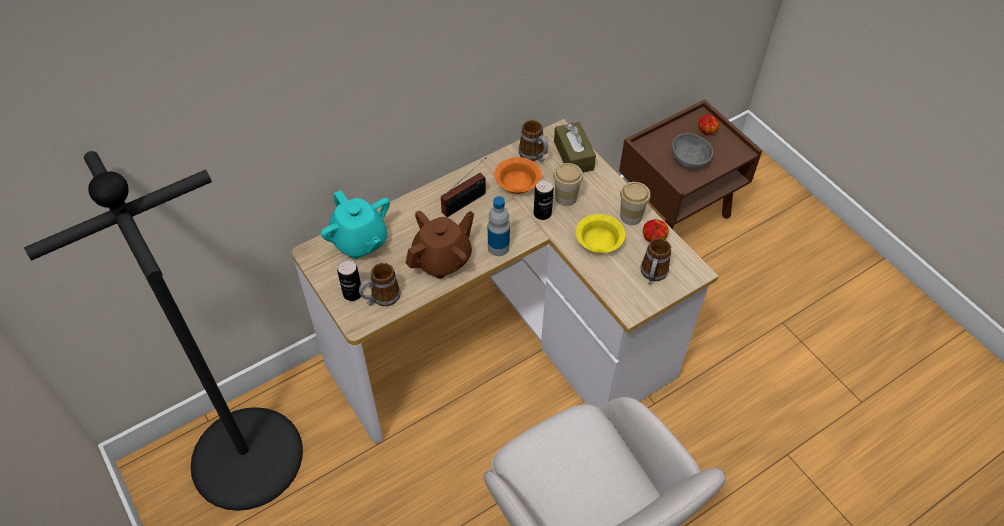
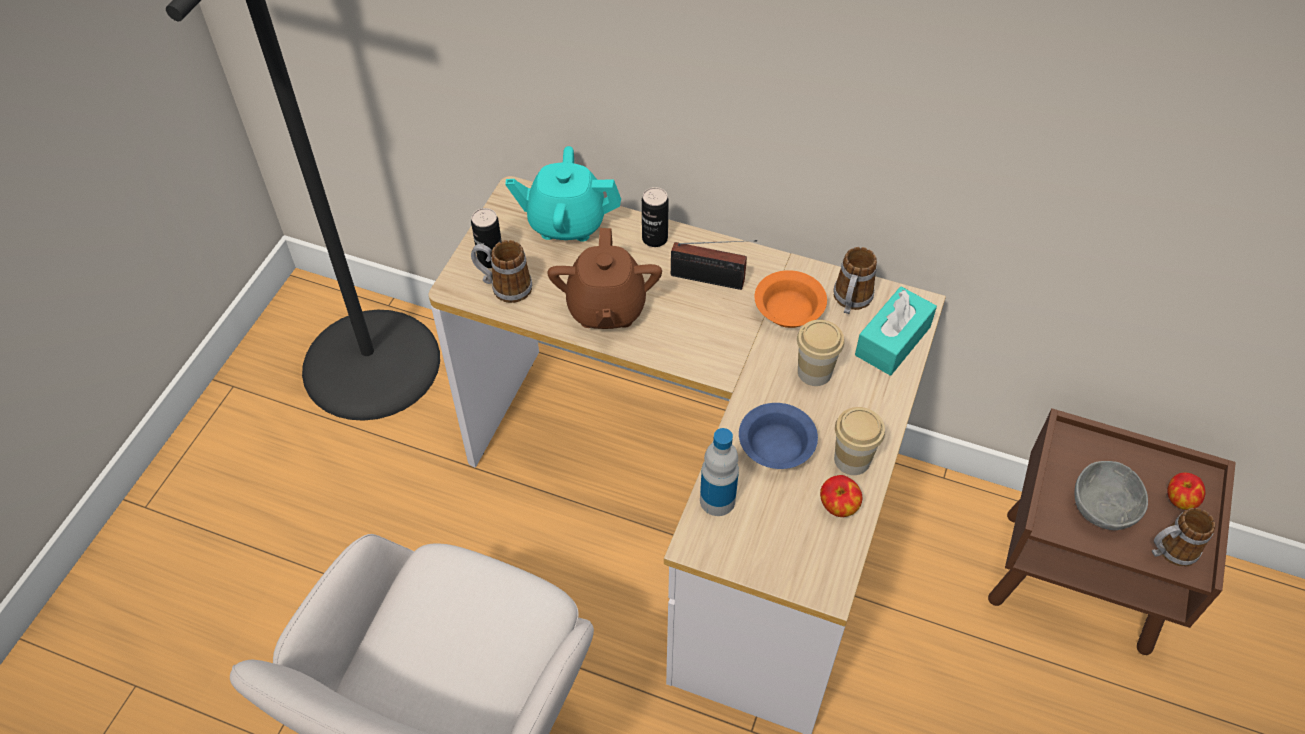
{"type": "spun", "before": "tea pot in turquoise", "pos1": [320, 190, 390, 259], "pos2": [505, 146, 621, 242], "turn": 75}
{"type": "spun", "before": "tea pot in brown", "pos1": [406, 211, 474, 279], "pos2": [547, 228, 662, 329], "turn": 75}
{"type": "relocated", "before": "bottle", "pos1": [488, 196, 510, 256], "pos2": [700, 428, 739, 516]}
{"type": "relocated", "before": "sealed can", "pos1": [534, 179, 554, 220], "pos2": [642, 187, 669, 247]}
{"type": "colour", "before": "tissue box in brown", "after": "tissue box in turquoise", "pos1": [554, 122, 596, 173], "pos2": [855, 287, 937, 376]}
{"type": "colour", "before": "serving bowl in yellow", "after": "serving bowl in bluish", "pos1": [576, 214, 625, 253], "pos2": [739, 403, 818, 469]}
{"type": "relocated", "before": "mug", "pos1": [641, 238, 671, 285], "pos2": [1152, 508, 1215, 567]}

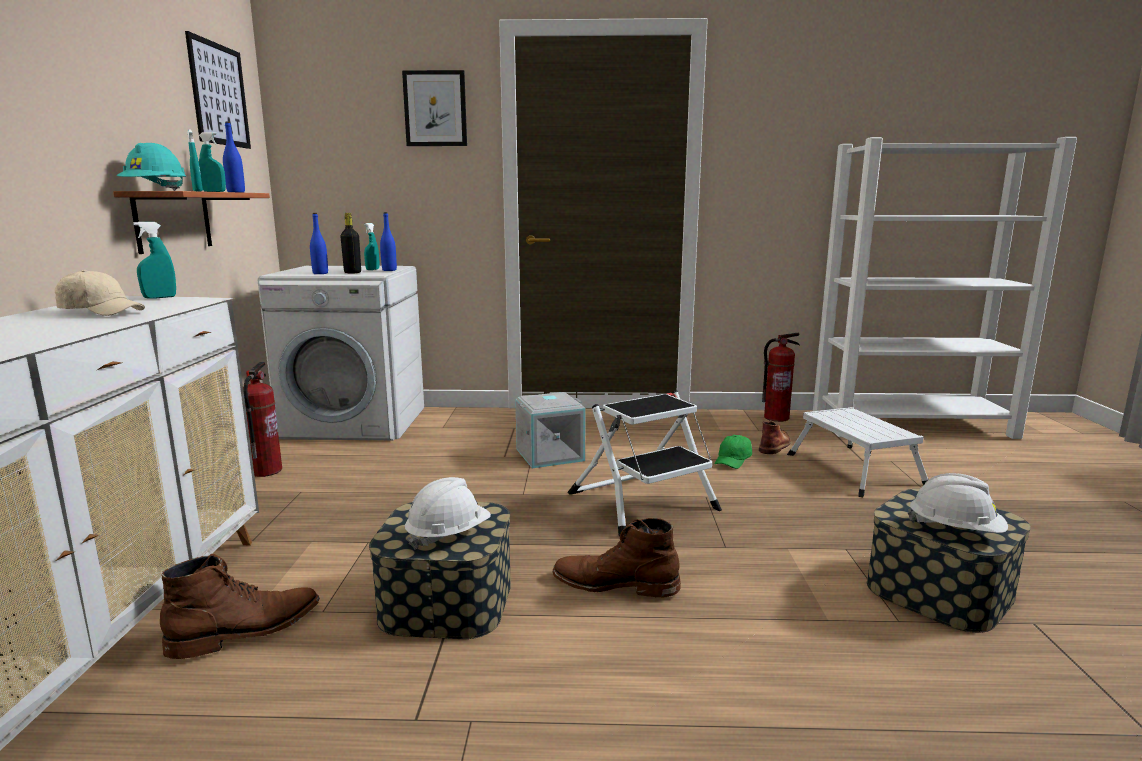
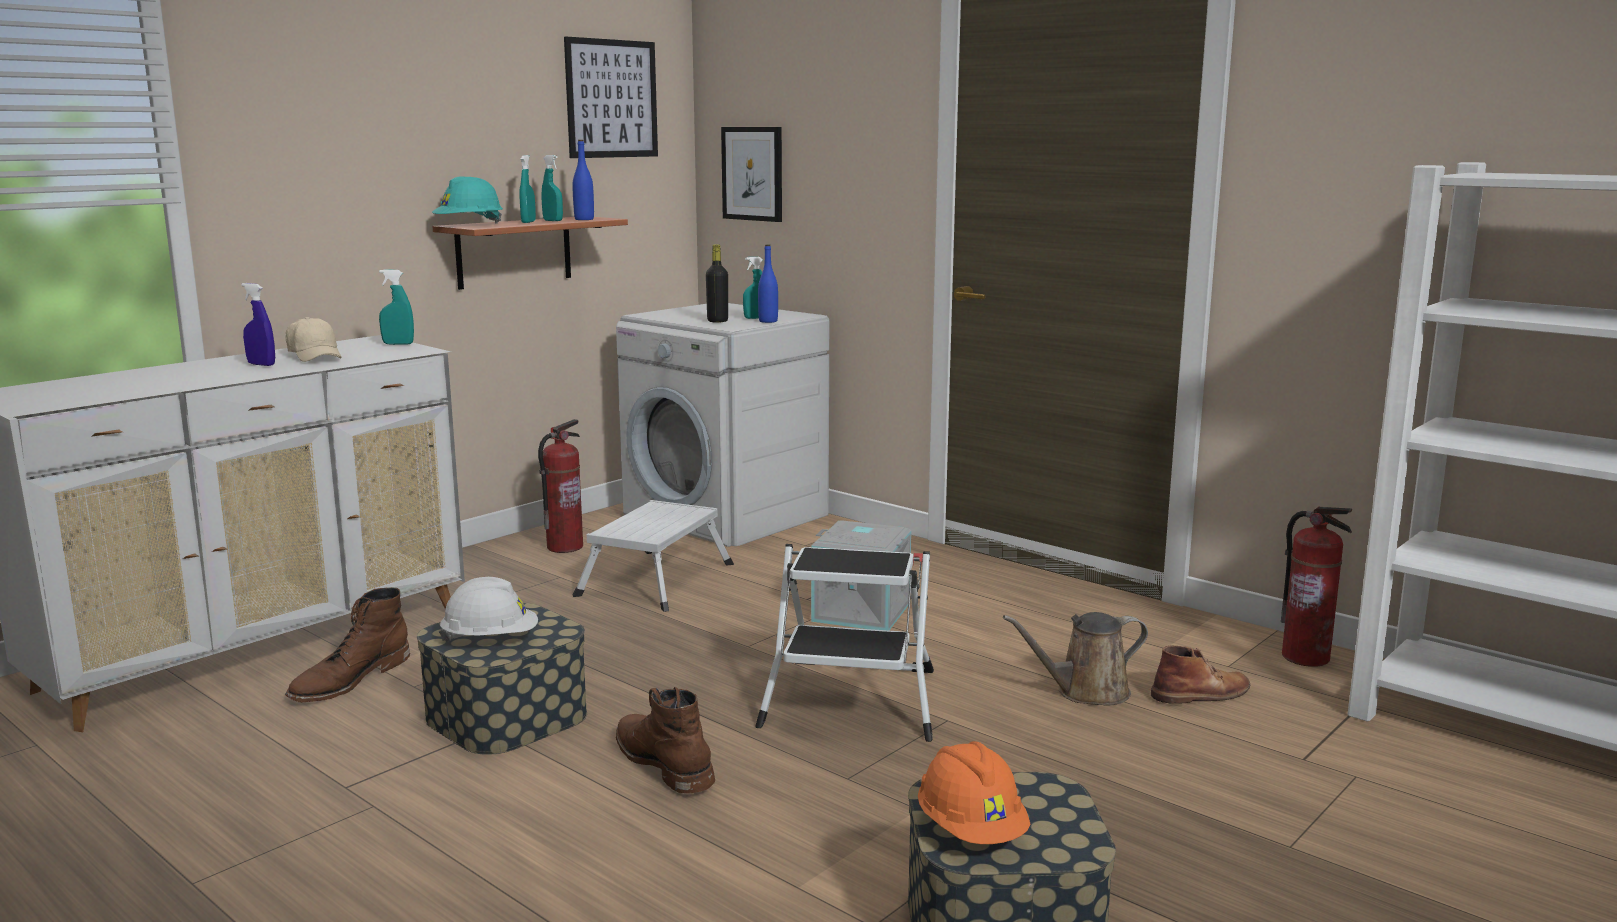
{"type": "spun", "before": "tall boot in brown", "pos1": [160, 554, 320, 659], "pos2": [285, 587, 410, 703], "turn": 120}
{"type": "missing", "before": "bottle in bluish", "pos1": [310, 213, 328, 274]}
{"type": "relocated", "before": "picture", "pos1": [402, 70, 467, 146], "pos2": [721, 127, 782, 222]}
{"type": "exchanged", "before": "baseball cap in greenish", "after": "watering can in brown", "pos1": [715, 435, 752, 469], "pos2": [1003, 612, 1148, 706]}
{"type": "relocated", "before": "stepladder in whitish", "pos1": [787, 407, 929, 497], "pos2": [572, 500, 734, 612]}
{"type": "colour", "before": "hard hat in whitish", "after": "hard hat in orangey", "pos1": [908, 473, 1008, 533], "pos2": [918, 741, 1030, 844]}
{"type": "appeared", "after": "sprayer in bluish", "pos2": [241, 283, 275, 366]}

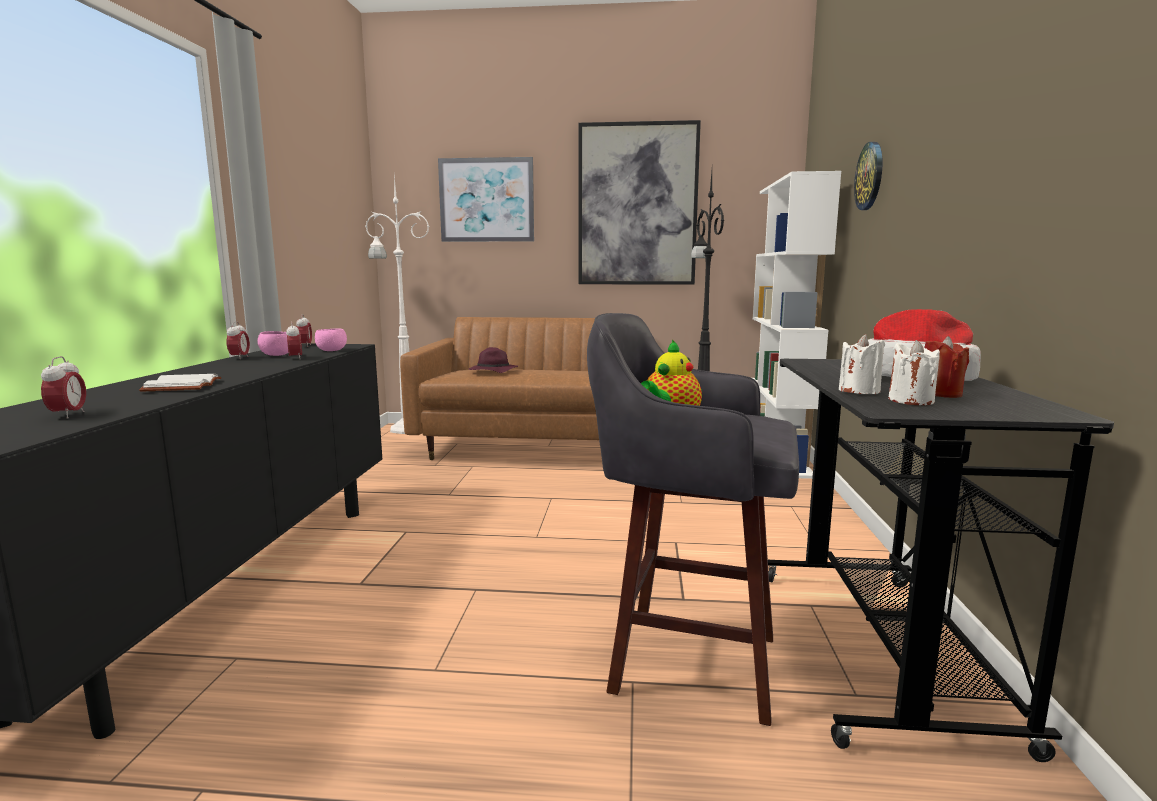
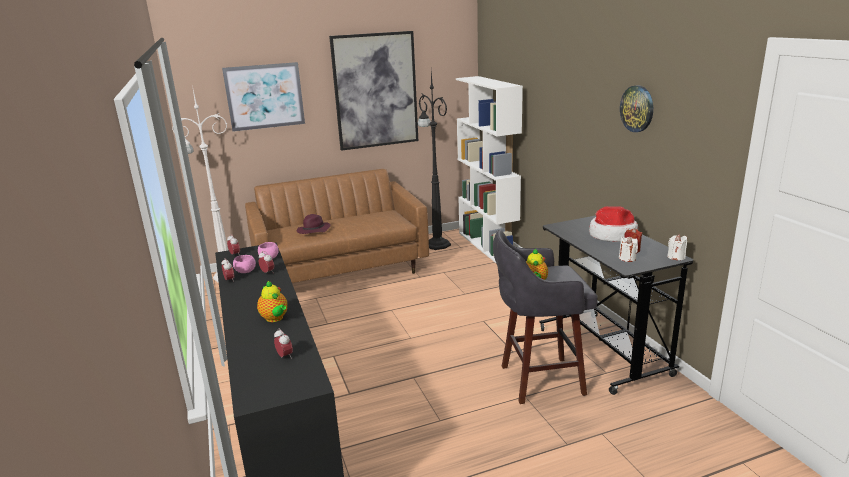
{"type": "exchanged", "before": "book in whitish", "after": "tea pot", "pos1": [139, 374, 221, 392], "pos2": [257, 281, 288, 322]}
{"type": "relocated", "before": "wax candle in whitish", "pos1": [839, 334, 885, 394], "pos2": [667, 234, 687, 260]}
{"type": "relocated", "before": "clock on the wall", "pos1": [854, 142, 883, 210], "pos2": [620, 85, 653, 132]}

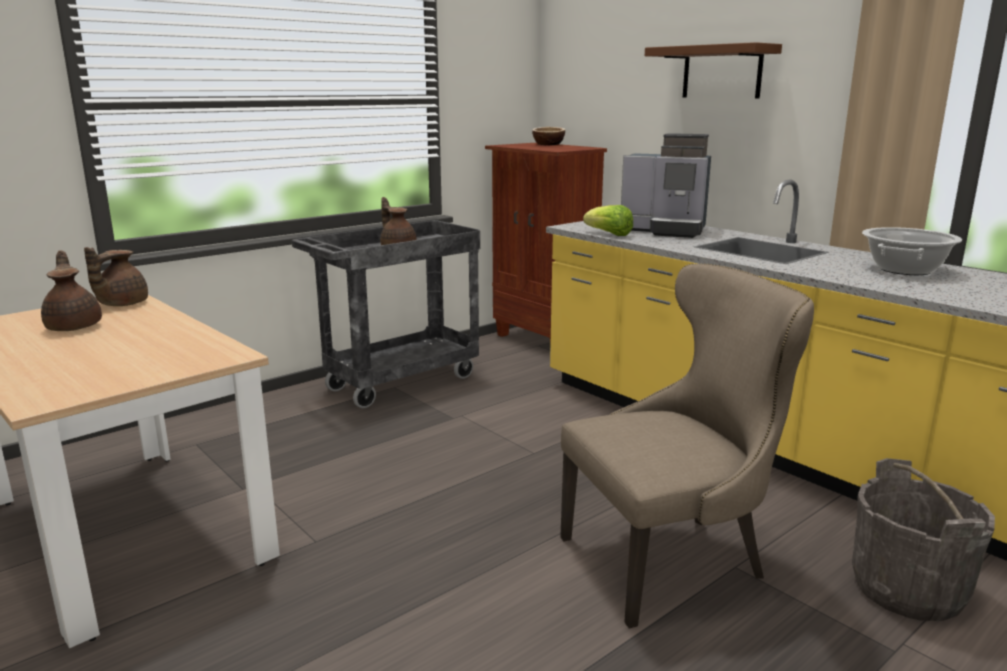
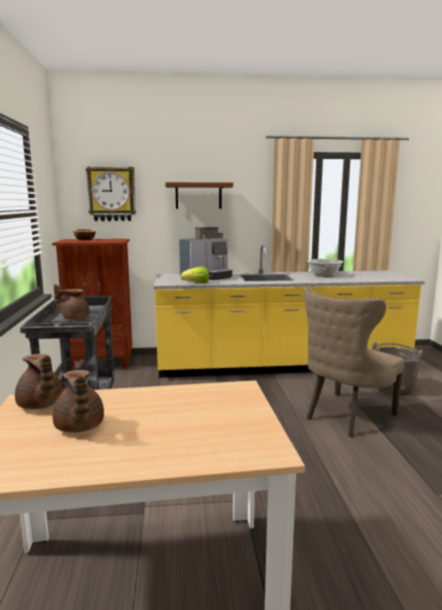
{"type": "spun", "before": "tea pot in brown", "pos1": [41, 251, 102, 331], "pos2": [53, 370, 104, 433], "turn": -120}
{"type": "spun", "before": "plain chair in beige-coloured", "pos1": [560, 263, 814, 628], "pos2": [304, 287, 404, 437], "turn": -150}
{"type": "appeared", "after": "clock on the wall", "pos2": [86, 167, 136, 221]}

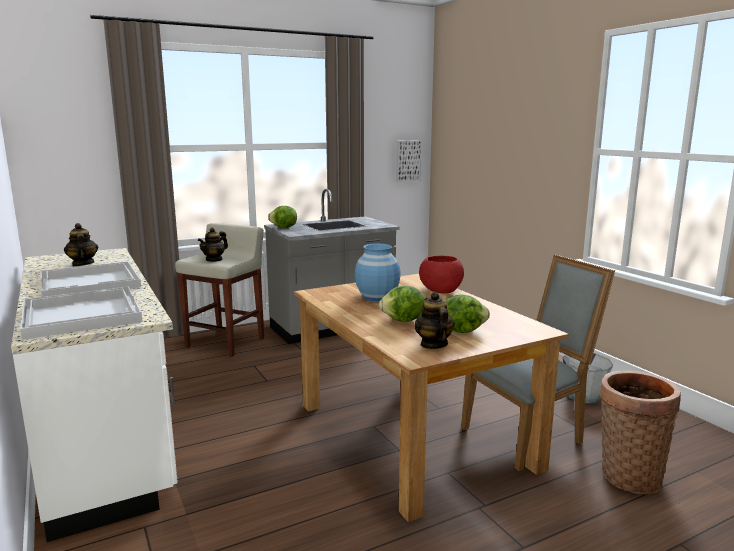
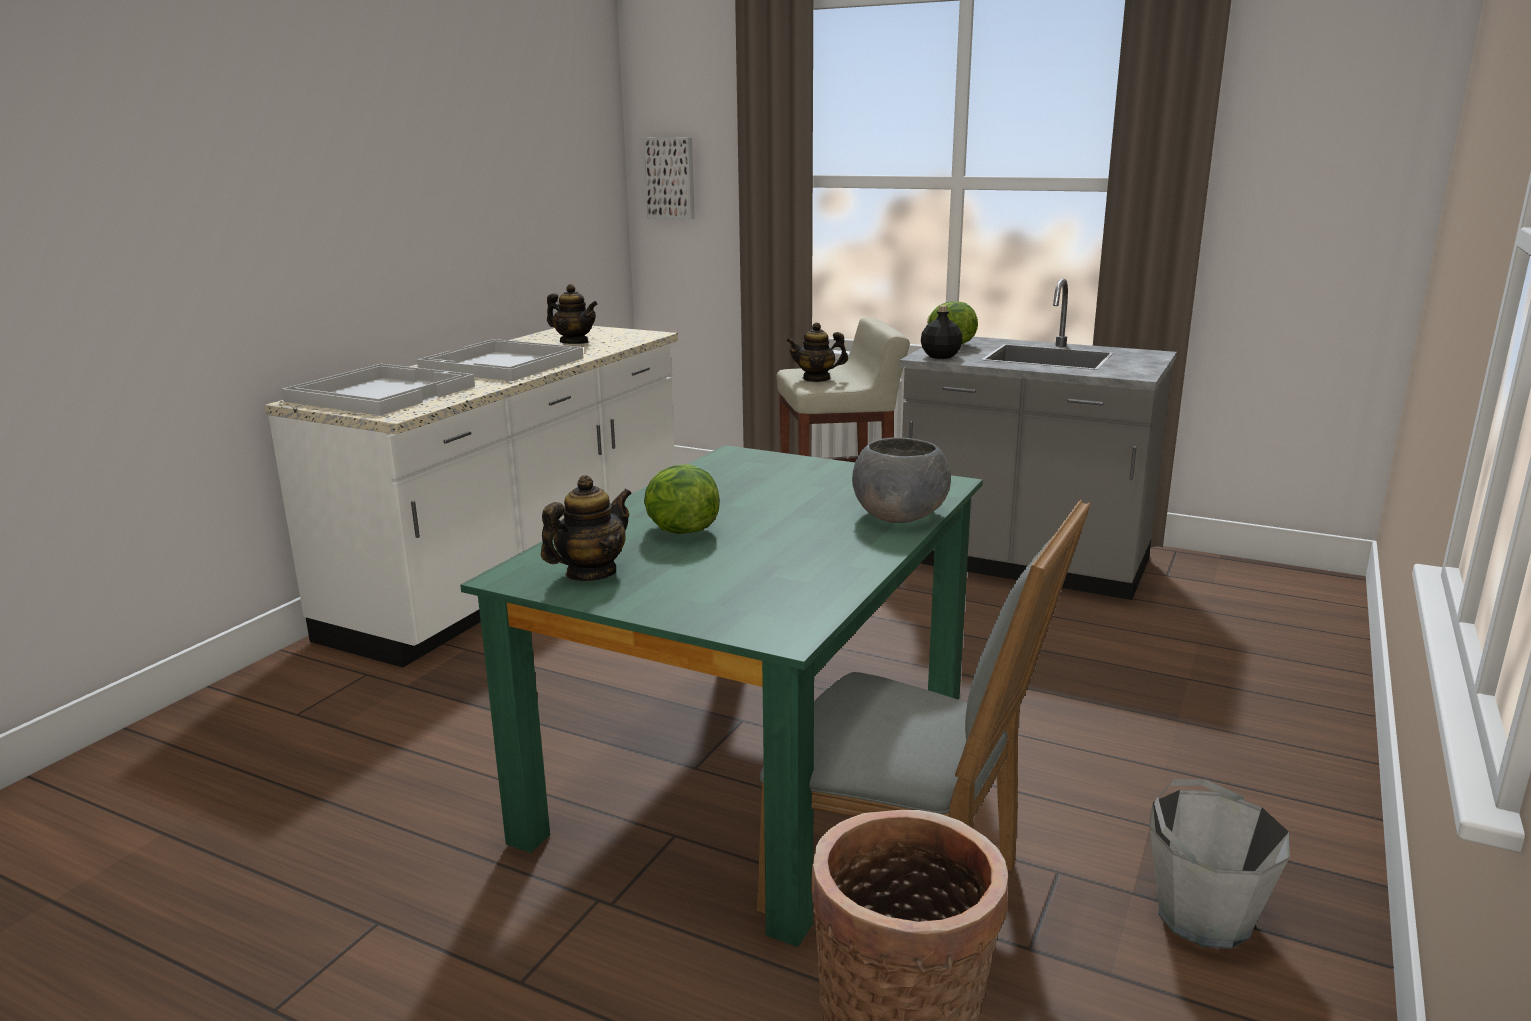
{"type": "spun", "before": "tea pot", "pos1": [64, 223, 98, 266], "pos2": [547, 284, 598, 344], "turn": 90}
{"type": "colour", "before": "dining table in brown", "after": "dining table in greenish", "pos1": [294, 274, 569, 522], "pos2": [460, 445, 983, 947]}
{"type": "missing", "before": "vase in bluish", "pos1": [355, 243, 401, 302]}
{"type": "relocated", "before": "picture", "pos1": [396, 140, 421, 182], "pos2": [644, 137, 695, 219]}
{"type": "colour", "before": "serving bowl in reddish", "after": "serving bowl in gray", "pos1": [419, 256, 464, 293], "pos2": [852, 437, 951, 523]}
{"type": "missing", "before": "lettuce", "pos1": [445, 294, 490, 333]}
{"type": "appeared", "after": "bottle in black-coloured", "pos2": [921, 305, 962, 359]}

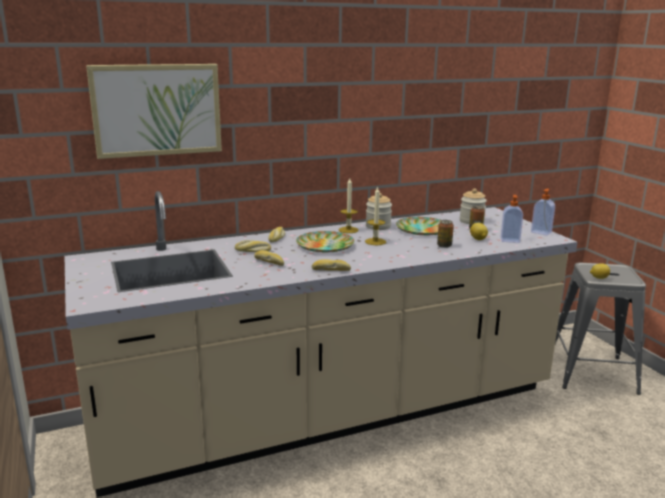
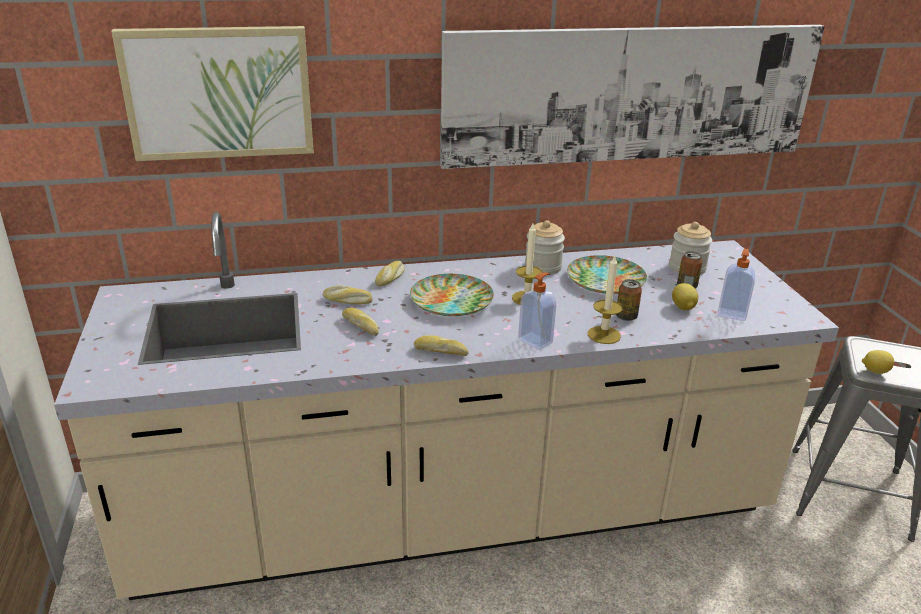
{"type": "relocated", "before": "wax candle", "pos1": [339, 178, 359, 233], "pos2": [588, 255, 622, 344]}
{"type": "relocated", "before": "soap bottle", "pos1": [531, 189, 555, 235], "pos2": [518, 272, 556, 350]}
{"type": "appeared", "after": "picture", "pos2": [441, 25, 825, 169]}

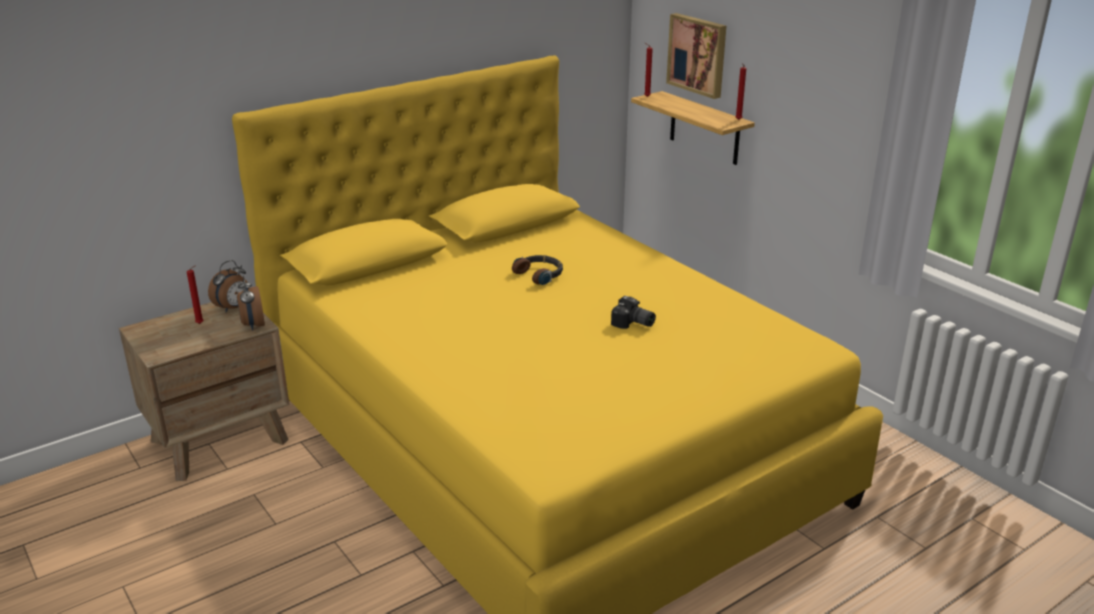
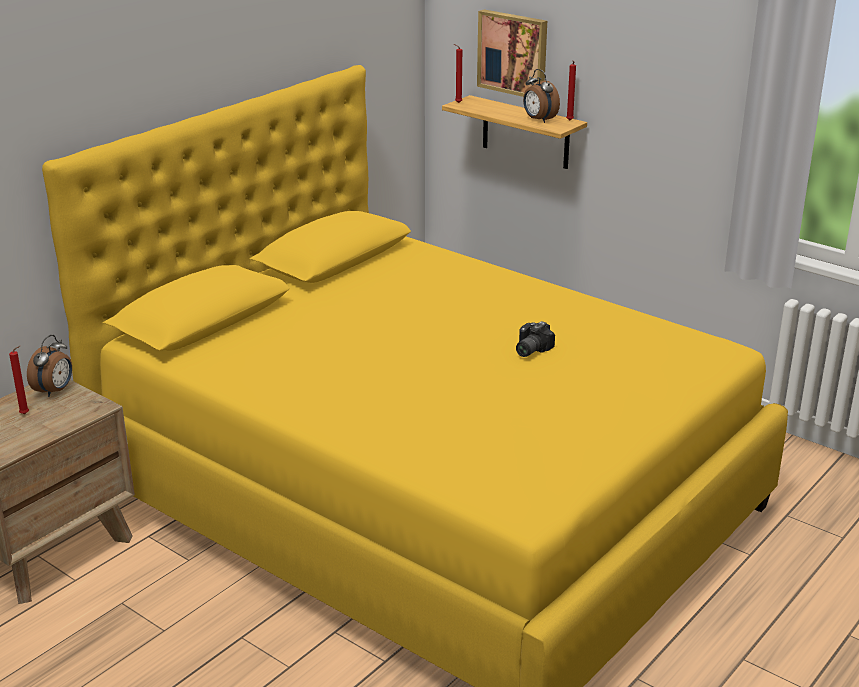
{"type": "relocated", "before": "alarm clock", "pos1": [237, 276, 265, 330], "pos2": [523, 69, 560, 123]}
{"type": "missing", "before": "pair of headphones", "pos1": [512, 255, 563, 285]}
{"type": "spun", "before": "photo camera", "pos1": [611, 296, 656, 329], "pos2": [516, 321, 555, 357], "turn": 105}

